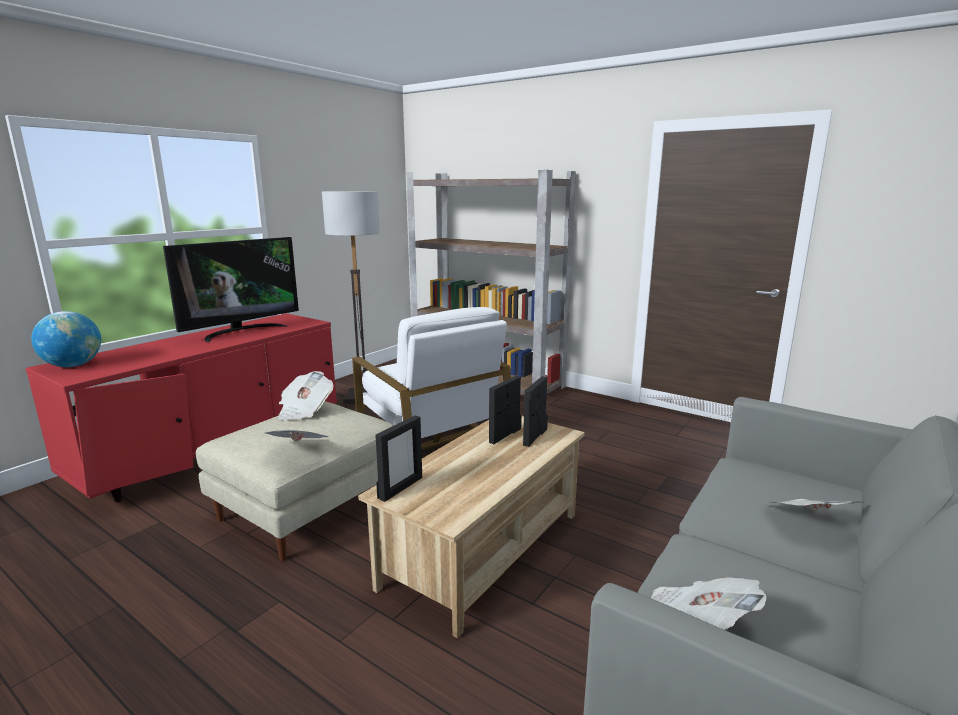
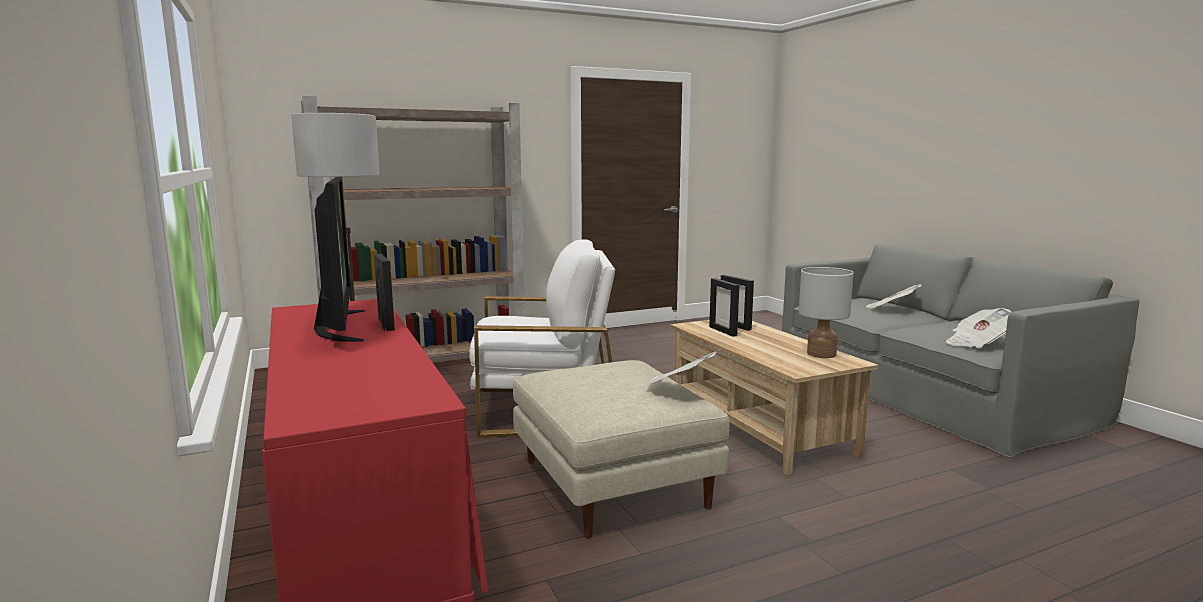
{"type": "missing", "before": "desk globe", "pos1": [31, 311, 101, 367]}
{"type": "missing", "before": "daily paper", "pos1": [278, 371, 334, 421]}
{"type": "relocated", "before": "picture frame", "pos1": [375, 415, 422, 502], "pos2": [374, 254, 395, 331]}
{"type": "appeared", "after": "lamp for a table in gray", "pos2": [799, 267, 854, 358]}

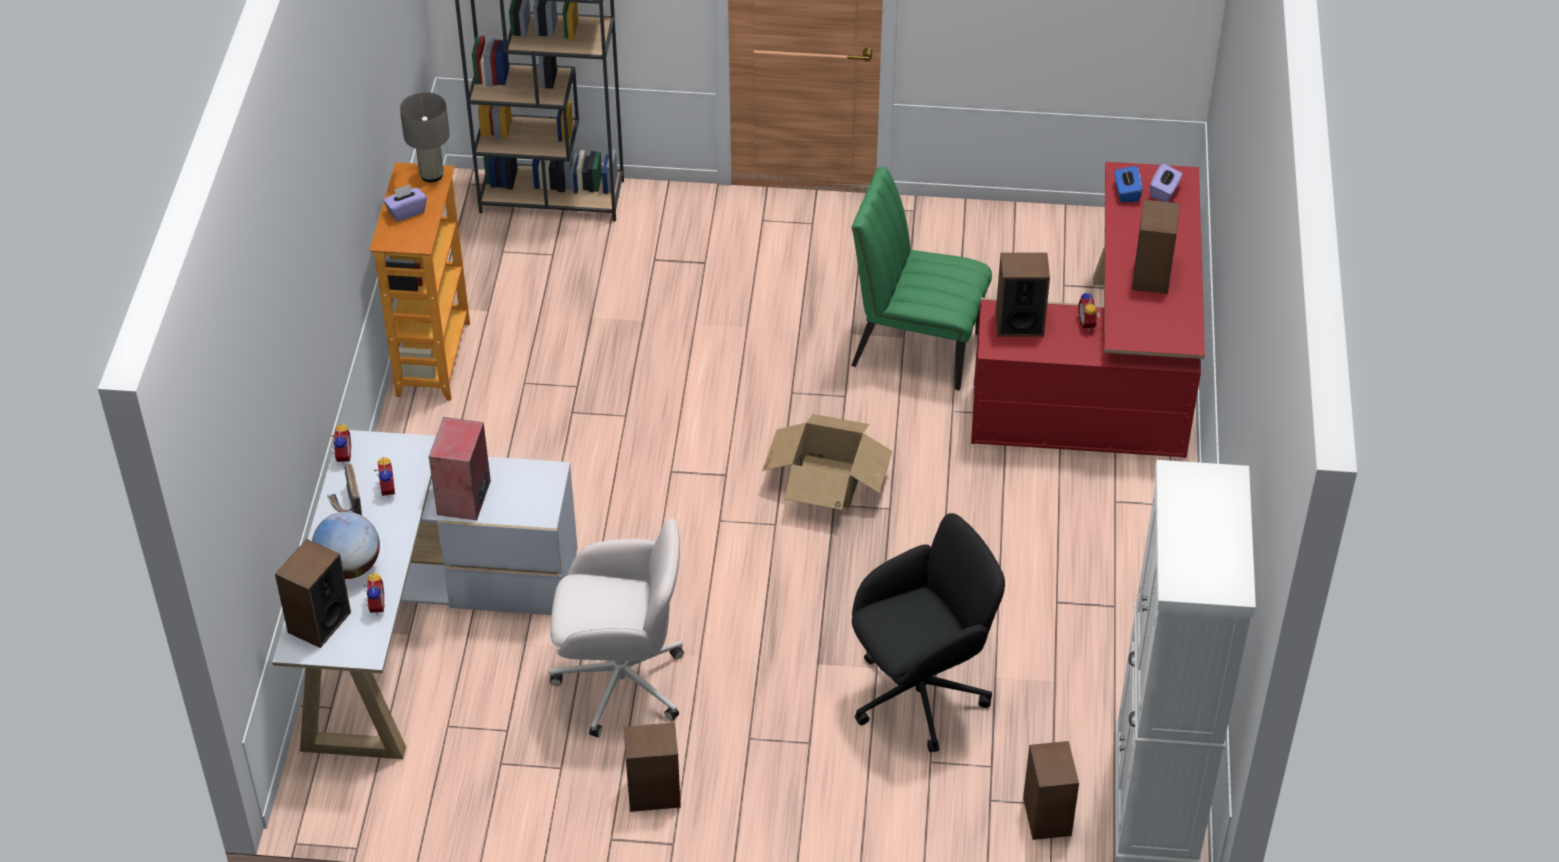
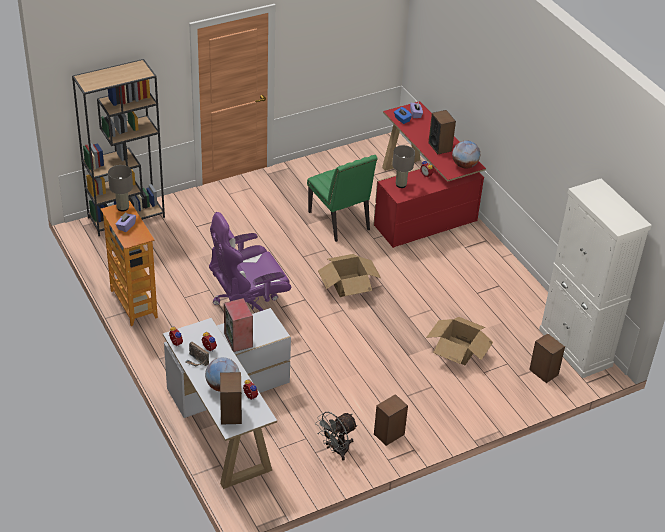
{"type": "missing", "before": "desk chair in whitish", "pos1": [549, 518, 684, 737]}
{"type": "spun", "before": "plain chair in greenish", "pos1": [851, 167, 992, 391], "pos2": [307, 155, 377, 242], "turn": -105}
{"type": "exchanged", "before": "desk chair in black-coloured", "after": "cardboard box", "pos1": [852, 513, 1005, 752], "pos2": [426, 317, 493, 365]}
{"type": "exchanged", "before": "speaker", "after": "lamp for a table in gray", "pos1": [996, 253, 1050, 337], "pos2": [392, 145, 415, 188]}
{"type": "appeared", "after": "desk chair in purple-coloured", "pos2": [209, 212, 291, 311]}
{"type": "appeared", "after": "fan in gray", "pos2": [315, 412, 358, 461]}
{"type": "appeared", "after": "desk globe", "pos2": [452, 141, 480, 169]}

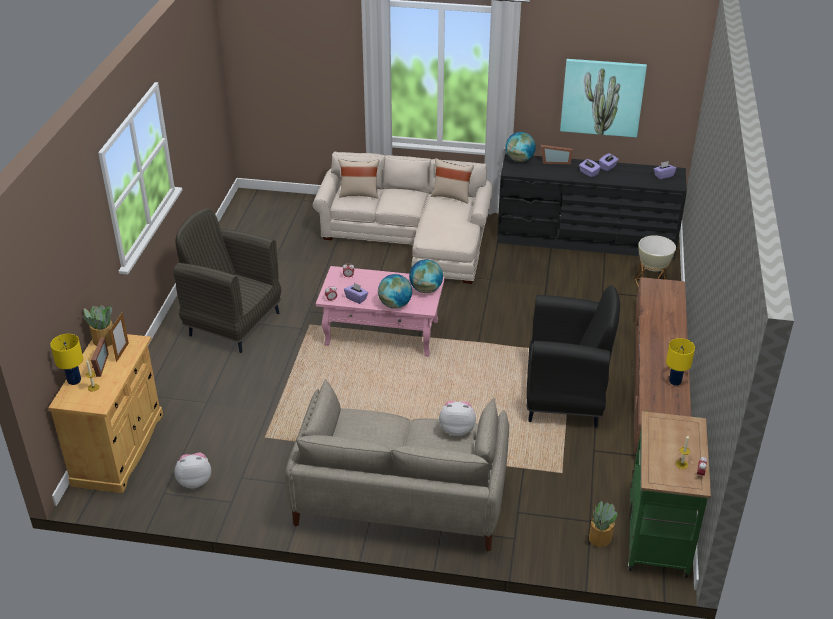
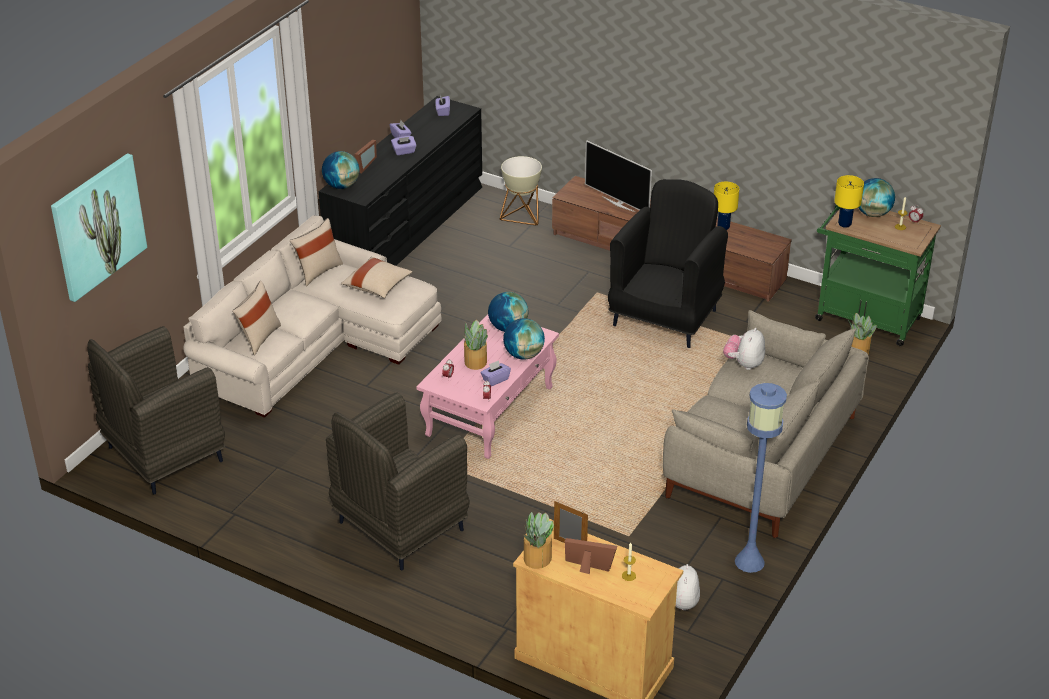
{"type": "relocated", "before": "lamp for a table in yellow", "pos1": [50, 334, 83, 385], "pos2": [834, 175, 864, 228]}
{"type": "relocated", "before": "picture", "pos1": [560, 59, 647, 138], "pos2": [51, 153, 147, 302]}
{"type": "appeared", "after": "easy chair in gray", "pos2": [87, 326, 225, 494]}
{"type": "appeared", "after": "throw pillow in beige-coloured", "pos2": [341, 257, 412, 298]}
{"type": "appeared", "after": "plant in a pot", "pos2": [463, 320, 488, 370]}
{"type": "appeared", "after": "TV set", "pos2": [585, 140, 652, 212]}
{"type": "appeared", "after": "floor lamp in bluish", "pos2": [735, 383, 787, 573]}
{"type": "appeared", "after": "desk globe", "pos2": [858, 178, 895, 217]}

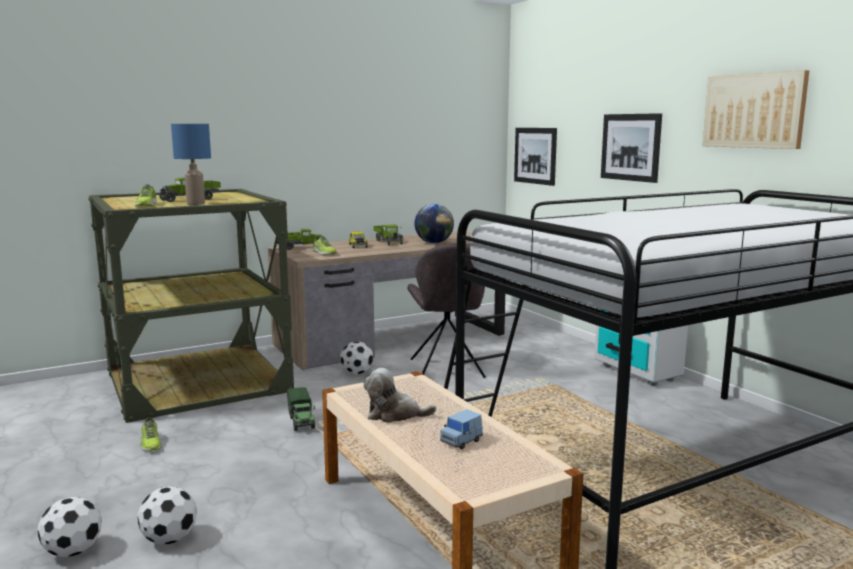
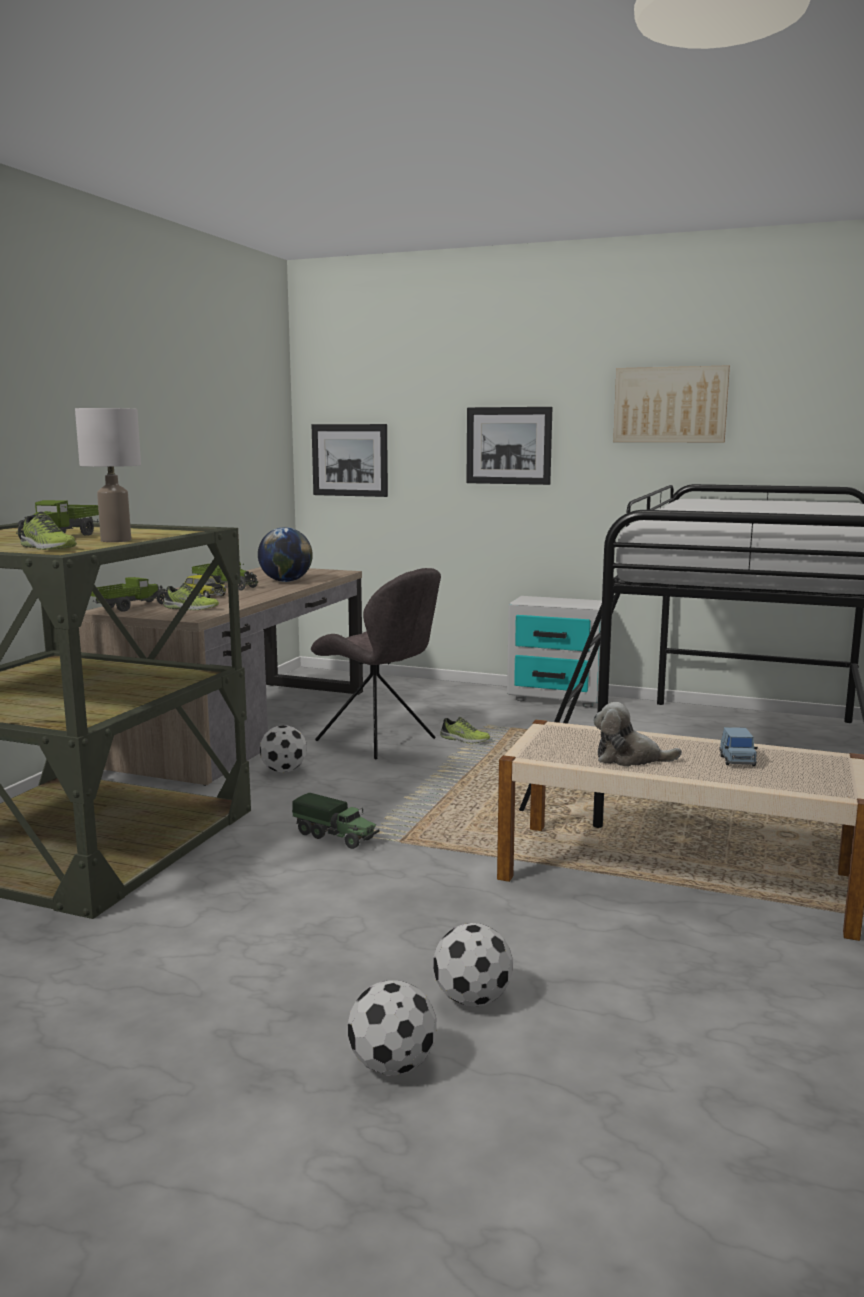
{"type": "relocated", "before": "shoe", "pos1": [140, 417, 162, 451], "pos2": [440, 717, 490, 744]}
{"type": "colour", "before": "lamp for a table in bluish", "after": "lamp for a table in whitish", "pos1": [171, 124, 211, 205], "pos2": [75, 408, 141, 542]}
{"type": "spun", "before": "soft toy", "pos1": [364, 368, 436, 423], "pos2": [593, 702, 682, 767], "turn": 45}

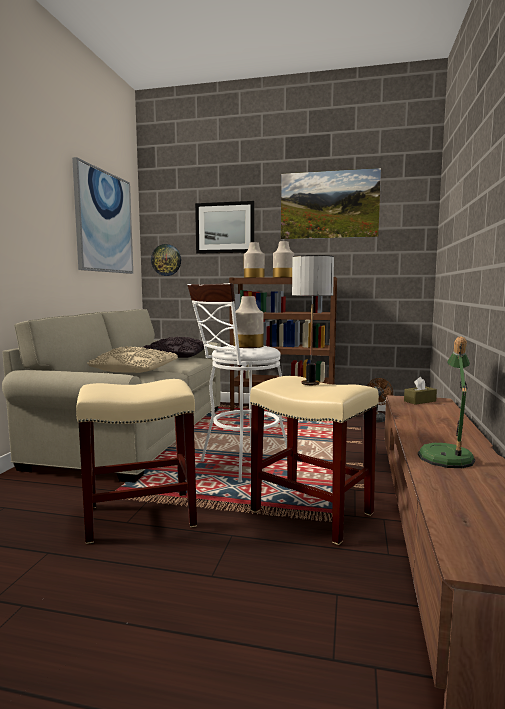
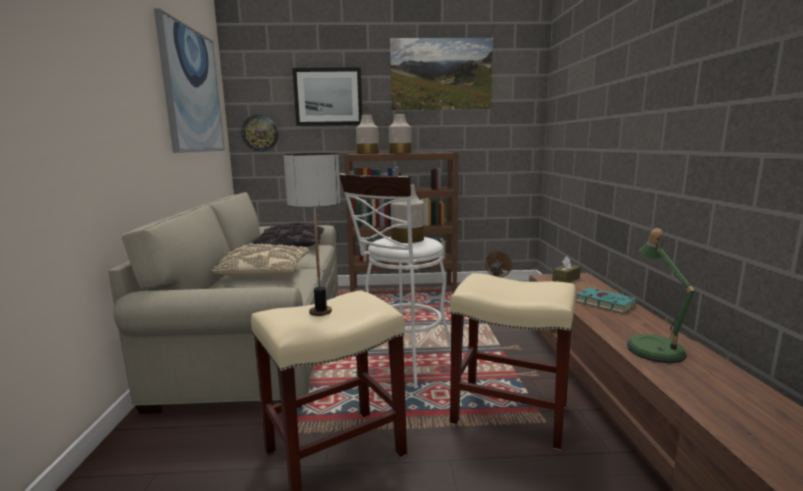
{"type": "relocated", "before": "lamp for a table", "pos1": [292, 255, 334, 385], "pos2": [283, 153, 341, 316]}
{"type": "appeared", "after": "book in turquoise", "pos2": [576, 287, 637, 314]}

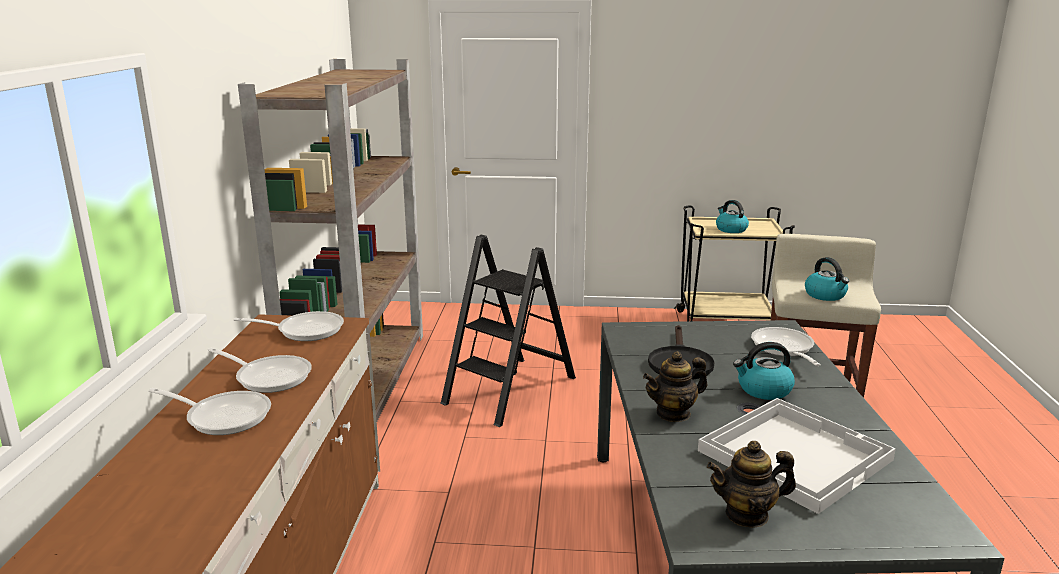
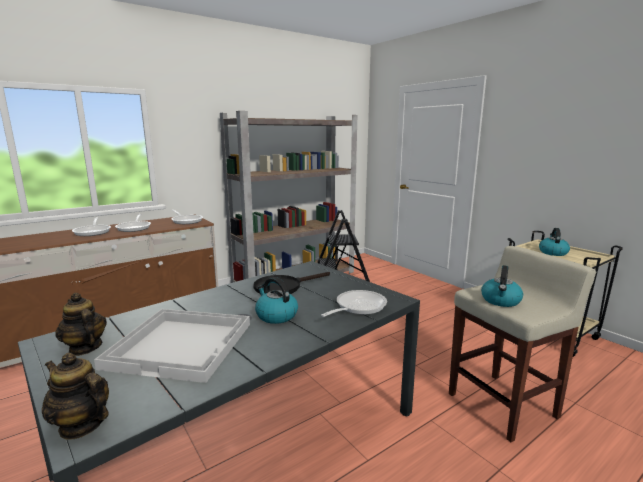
{"type": "relocated", "before": "tea pot", "pos1": [643, 351, 707, 422], "pos2": [42, 353, 109, 440]}

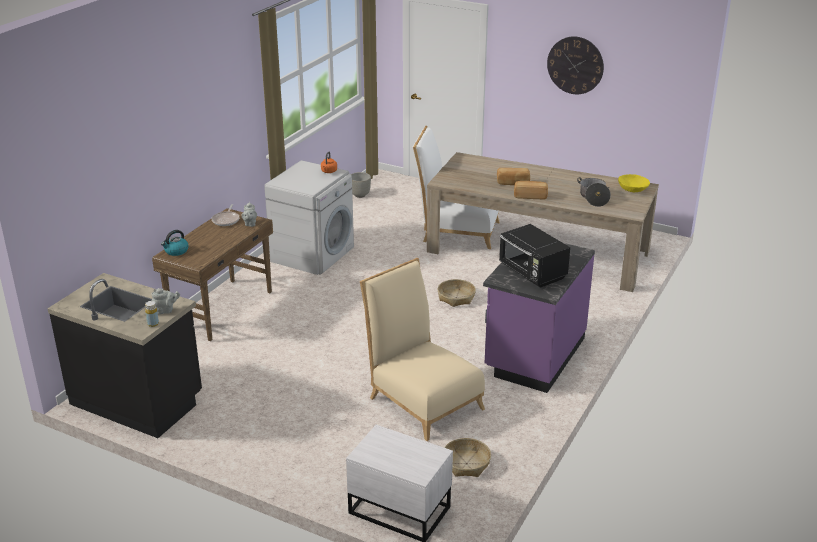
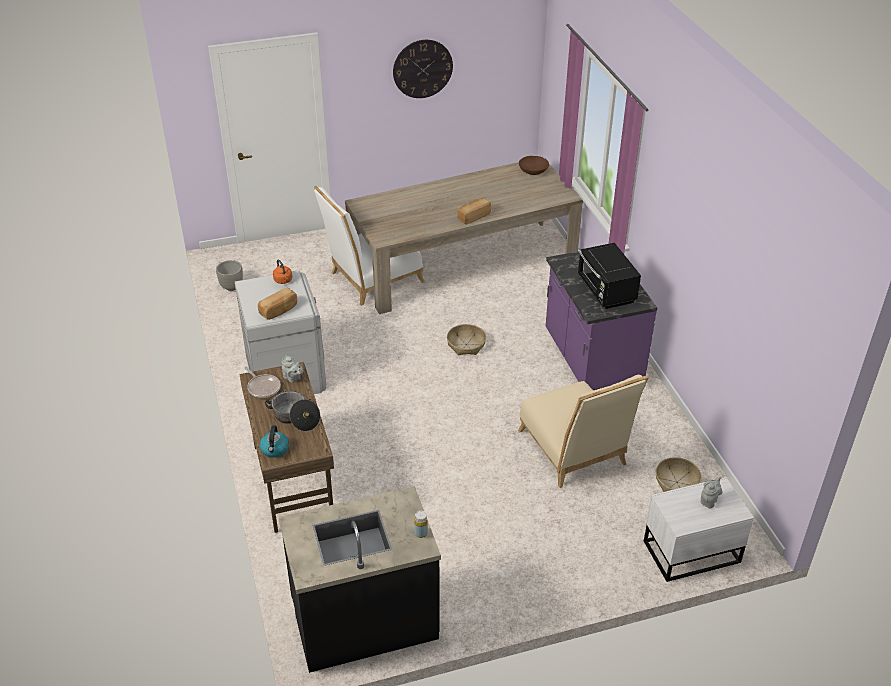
{"type": "relocated", "before": "tea pot in gray", "pos1": [151, 288, 180, 315], "pos2": [700, 477, 722, 508]}
{"type": "spun", "before": "plain chair in beige-coloured", "pos1": [360, 258, 485, 441], "pos2": [518, 375, 649, 488], "turn": -120}
{"type": "relocated", "before": "bread", "pos1": [497, 168, 530, 185], "pos2": [258, 288, 297, 320]}
{"type": "spun", "before": "microwave in black-coloured", "pos1": [499, 224, 570, 288], "pos2": [578, 243, 641, 309], "turn": 60}
{"type": "relocated", "before": "saucepot", "pos1": [577, 177, 611, 207], "pos2": [265, 391, 320, 431]}
{"type": "colour", "before": "serving bowl in yellow", "after": "serving bowl in brown", "pos1": [618, 174, 650, 192], "pos2": [519, 156, 549, 175]}

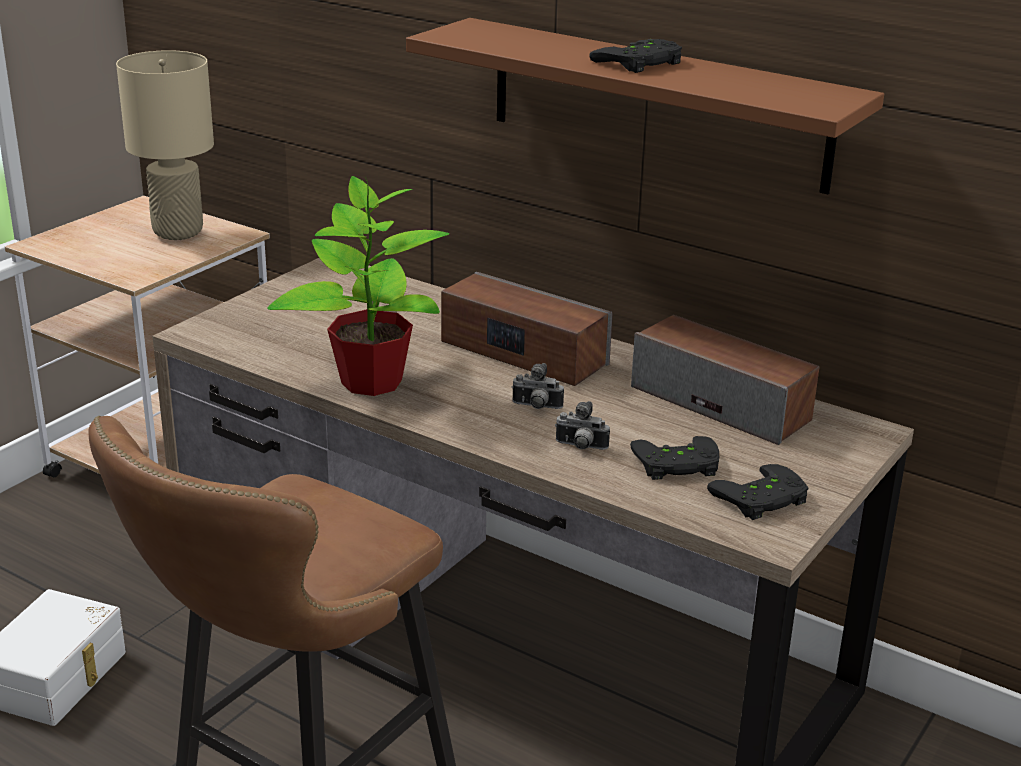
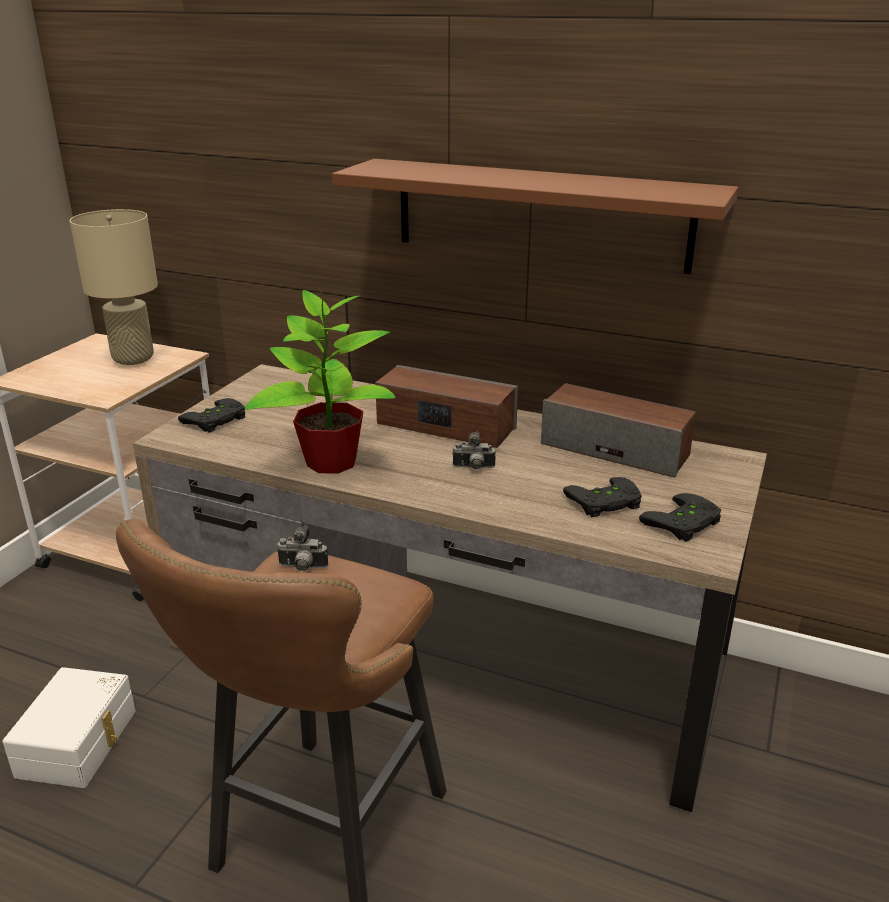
{"type": "relocated", "before": "photo camera", "pos1": [555, 401, 610, 450], "pos2": [276, 526, 328, 571]}
{"type": "relocated", "before": "joypad in black-coloured", "pos1": [589, 39, 682, 73], "pos2": [178, 398, 245, 433]}

